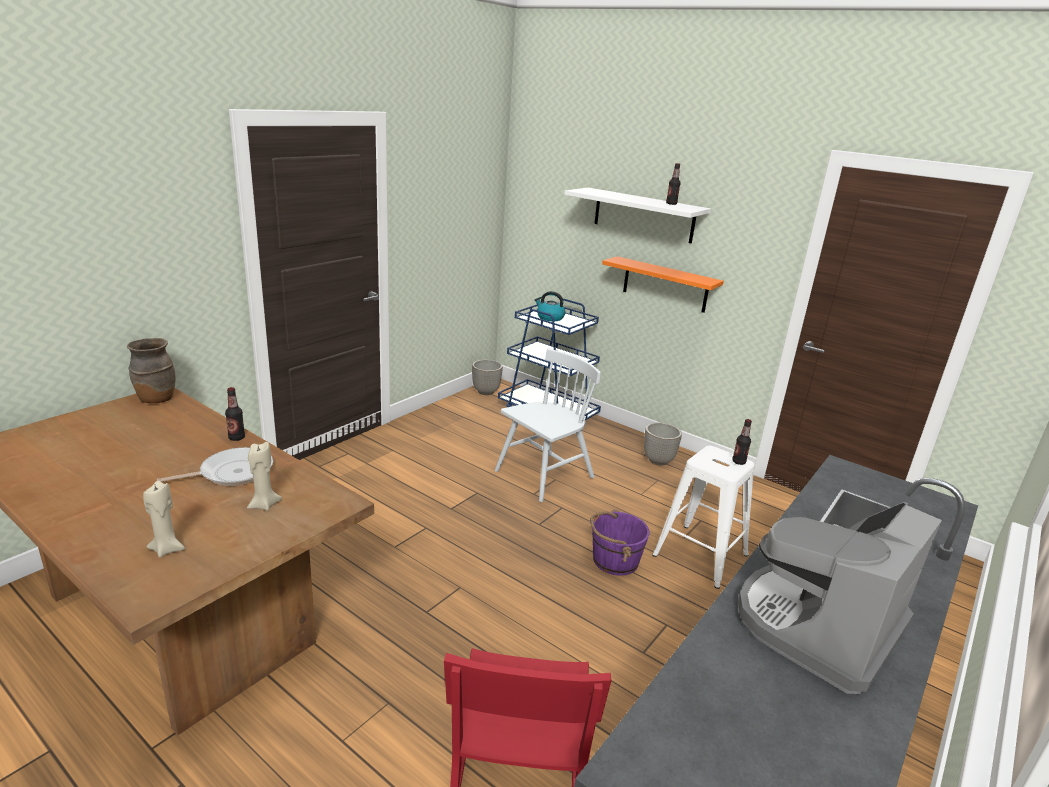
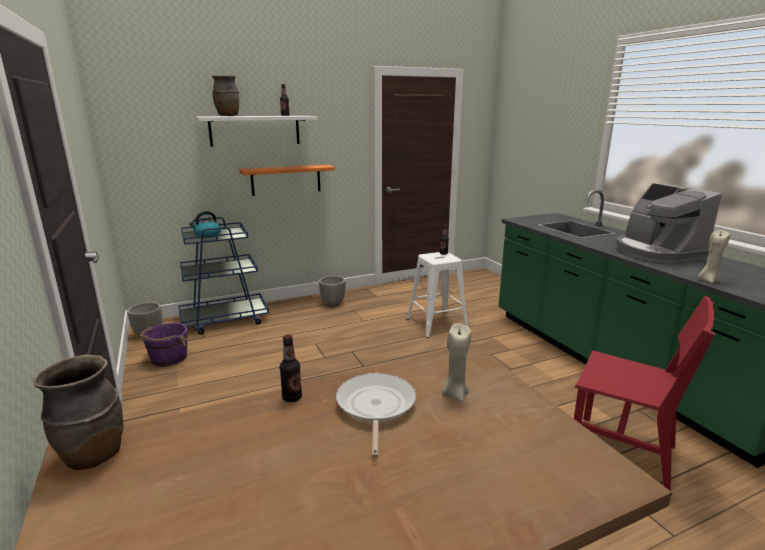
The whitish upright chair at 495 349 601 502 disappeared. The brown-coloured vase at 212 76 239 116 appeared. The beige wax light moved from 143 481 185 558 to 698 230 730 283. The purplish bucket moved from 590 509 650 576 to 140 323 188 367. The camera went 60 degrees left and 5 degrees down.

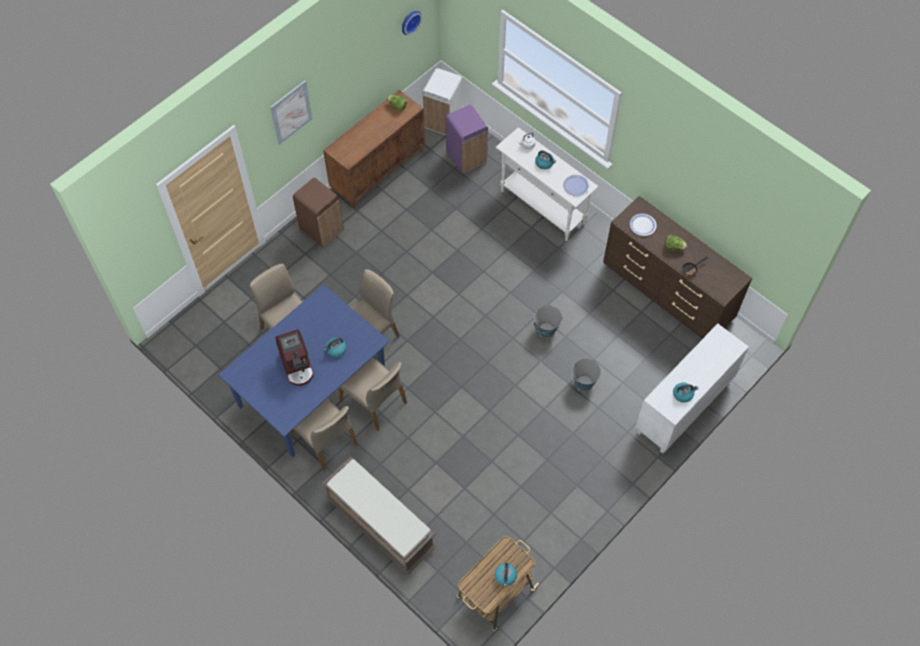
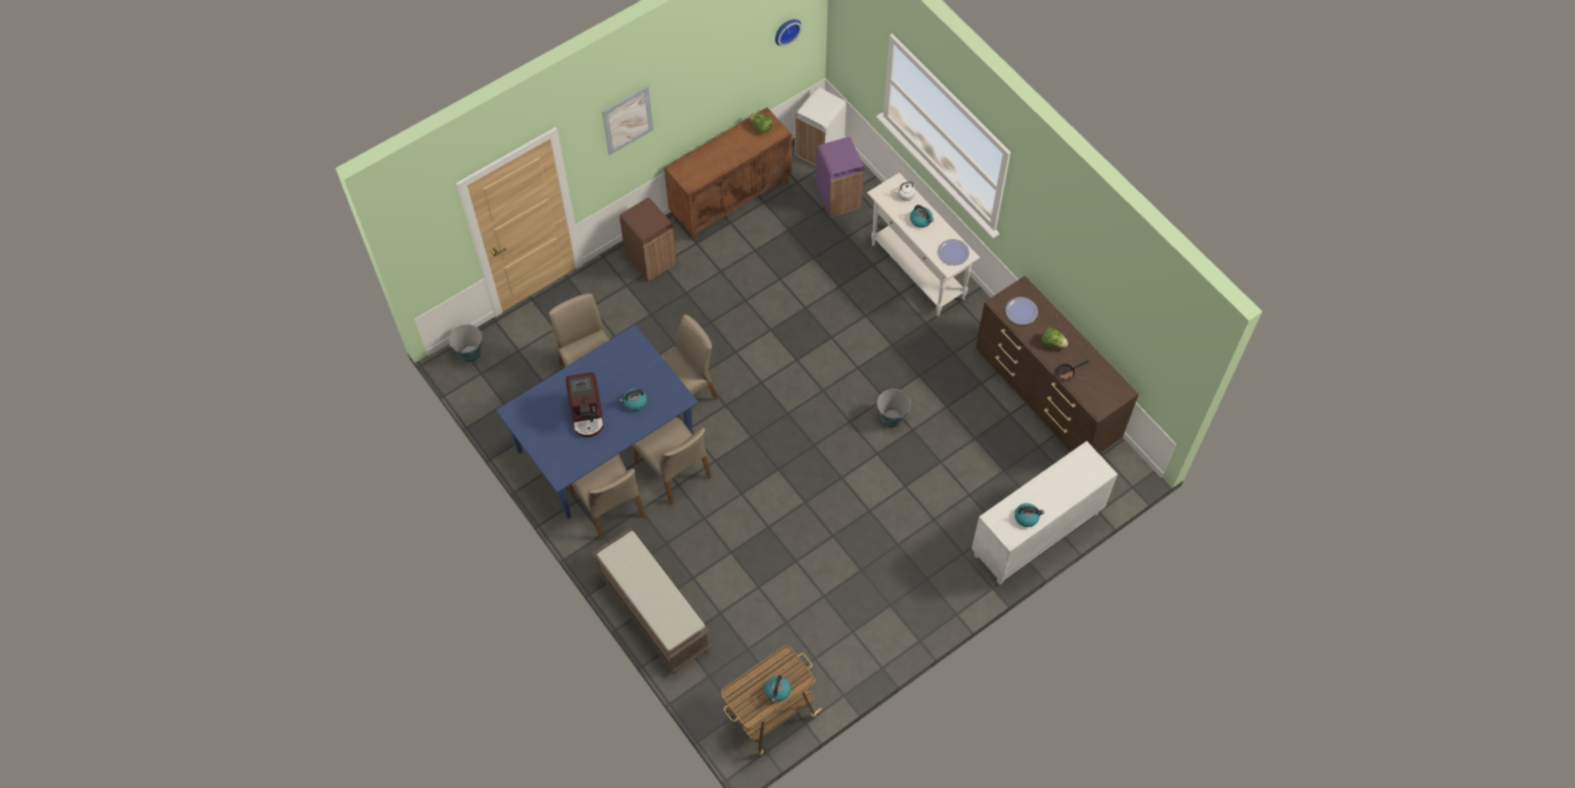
The bucket moved from 571 358 601 391 to 449 324 482 363. The camera went 10 degrees right and 0 degrees up.

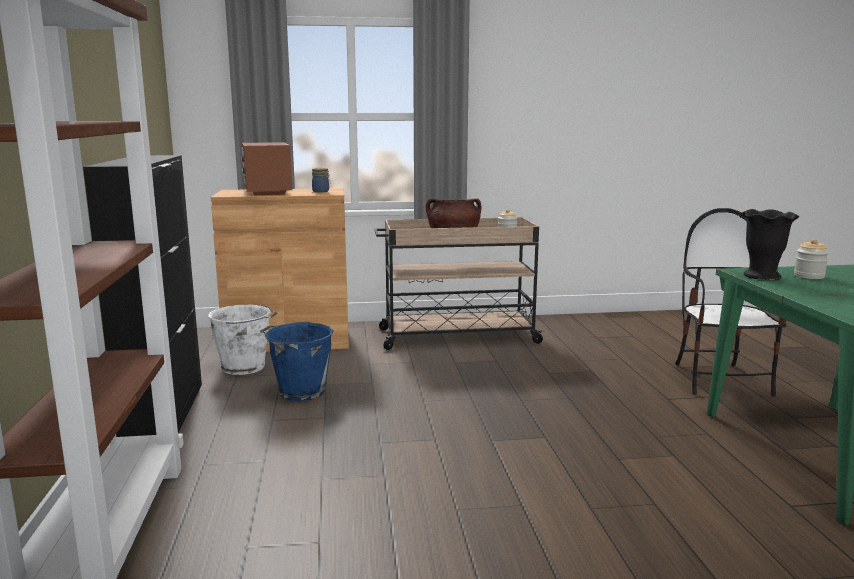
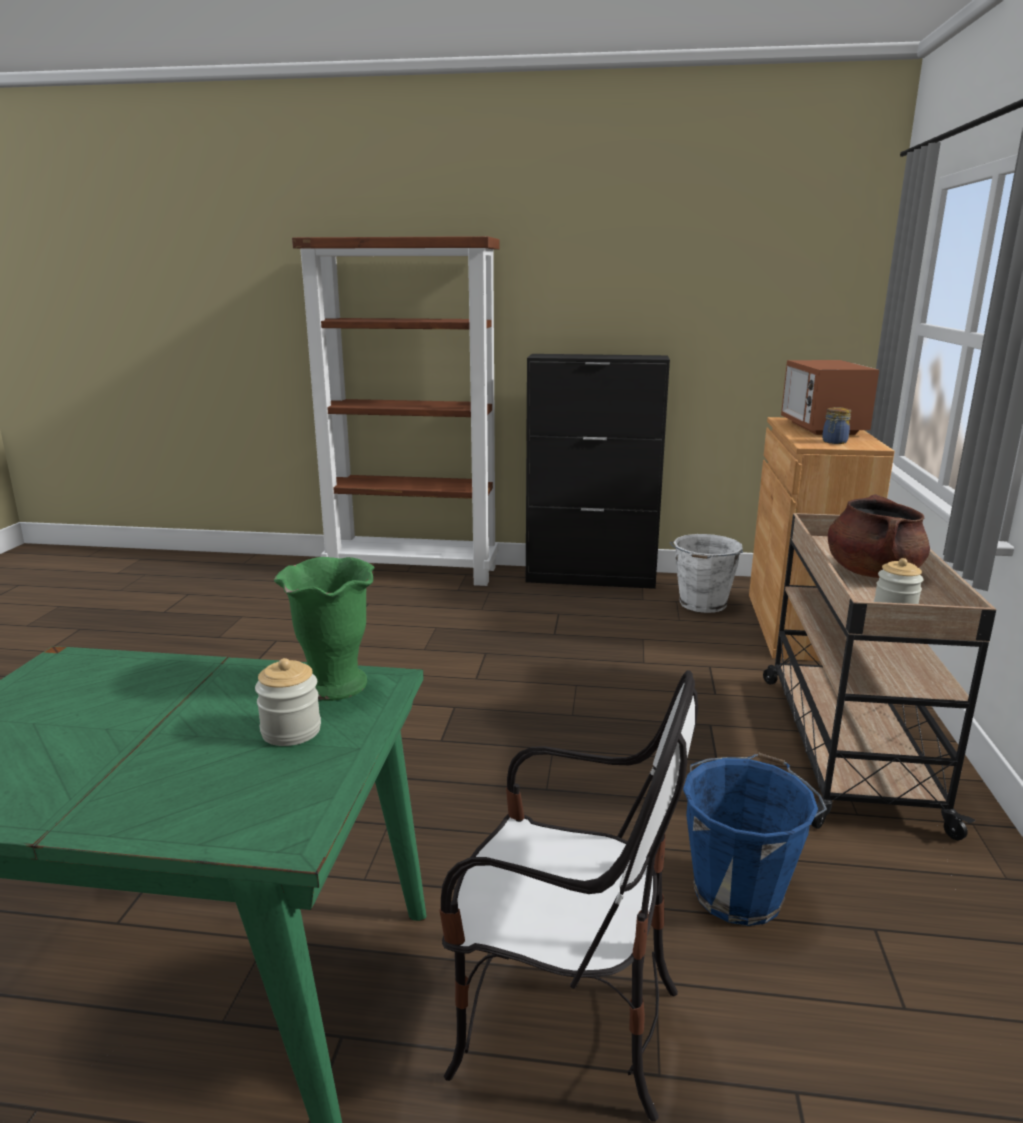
The blue-coloured bucket moved from 260 321 333 401 to 683 753 827 926. The blackish vase at 742 209 799 280 became the green vase at 274 557 374 701. The microwave at 241 142 292 195 turned 90 degrees counterclockwise. The camera went 105 degrees right and 5 degrees up.

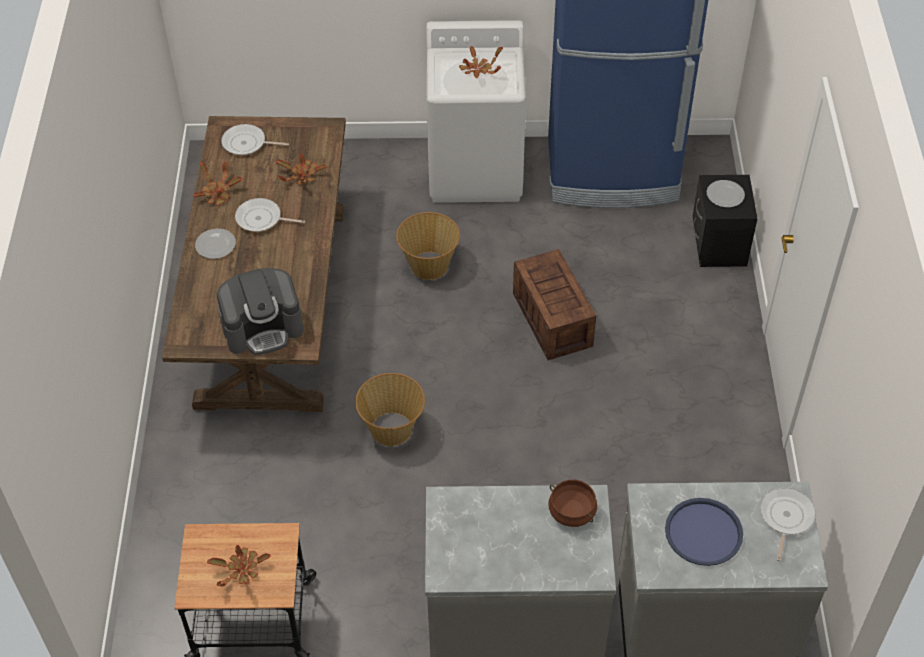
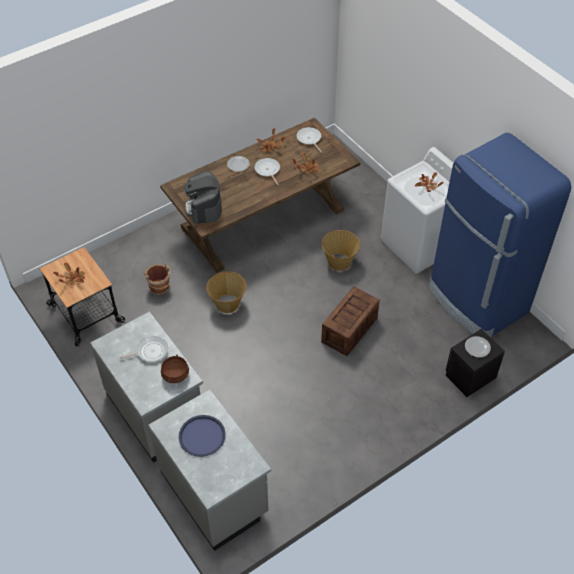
The brown-coloured bucket at 144 264 171 295 appeared. The frying pan moved from 760 488 816 561 to 120 336 168 362. The coffee machine at 217 268 304 355 turned 45 degrees clockwise. The camera went 55 degrees right and 0 degrees up.

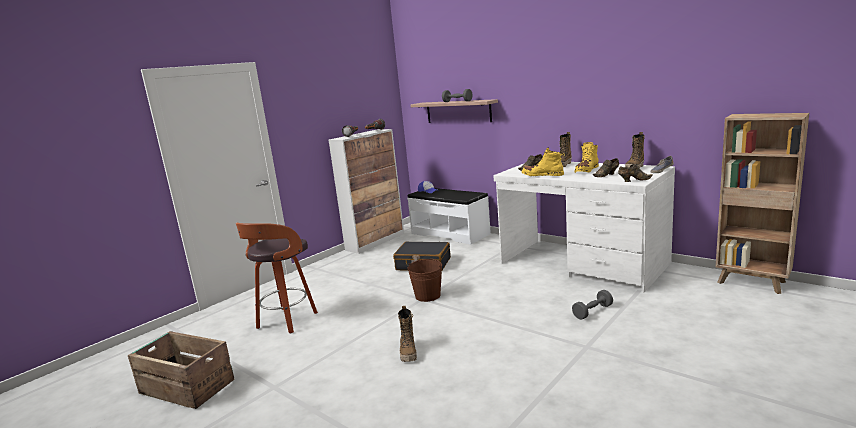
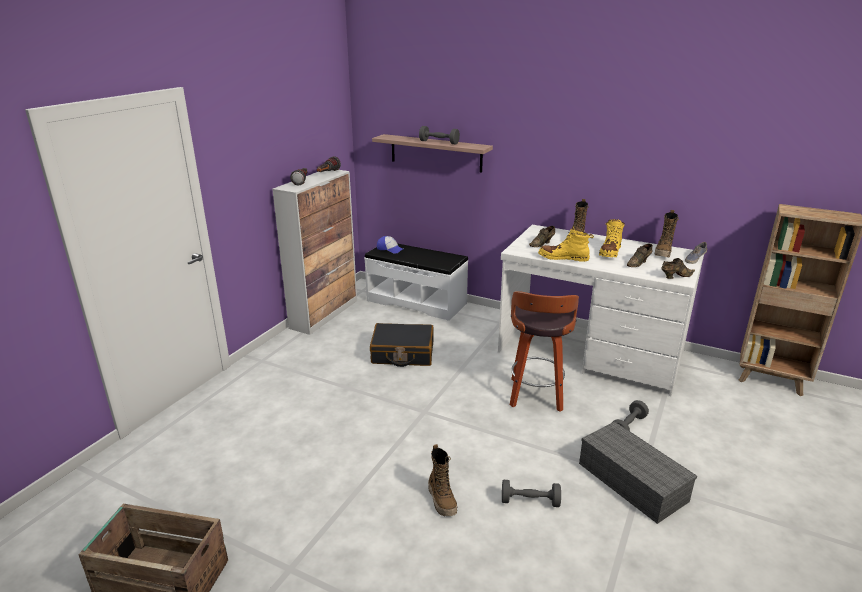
The brown-coloured bucket at 408 259 442 302 disappeared. The greyish hand weight at 502 480 561 507 appeared. The greyish storage container at 579 421 697 524 appeared. The stool seat moved from 236 222 318 333 to 510 291 579 412. The camera went 15 degrees left and 10 degrees up.

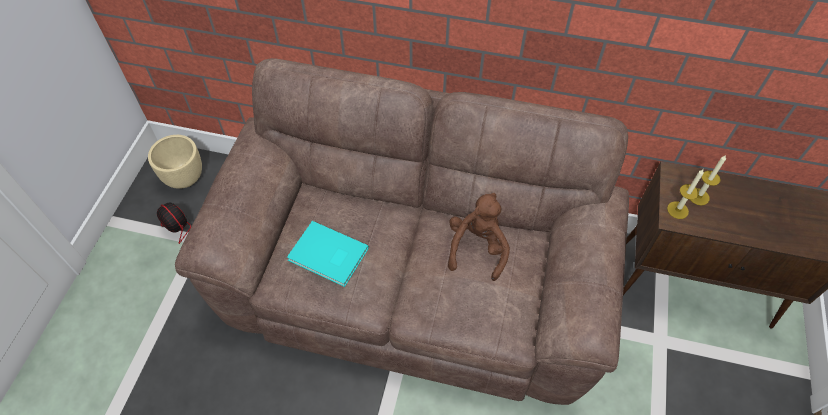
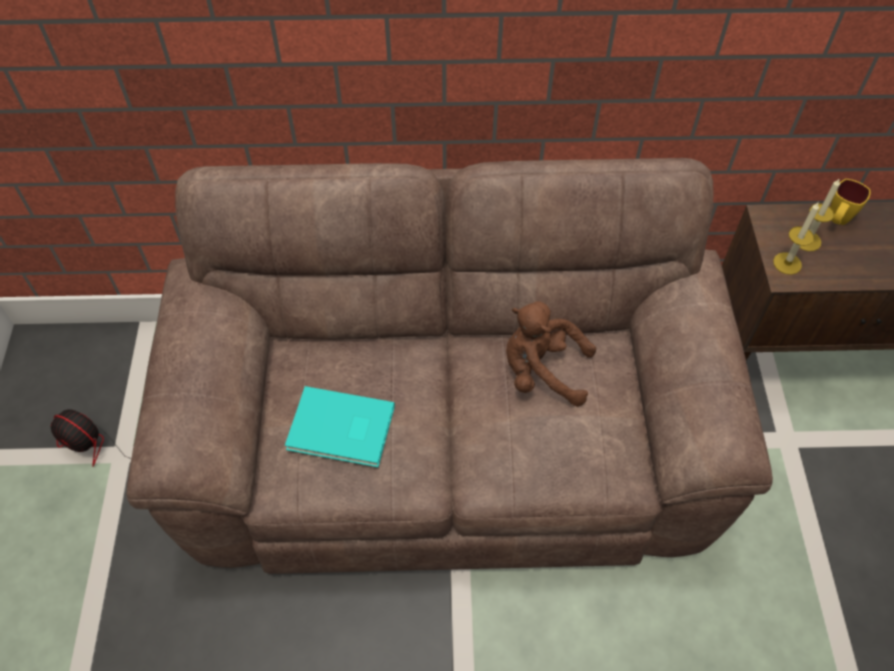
The beige planter at 148 135 202 189 disappeared. The yellow-coloured coffee mug at 830 179 871 225 appeared. The brown-coloured cuddly toy at 448 193 510 281 turned 75 degrees counterclockwise. The camera went 15 degrees left and 0 degrees up.

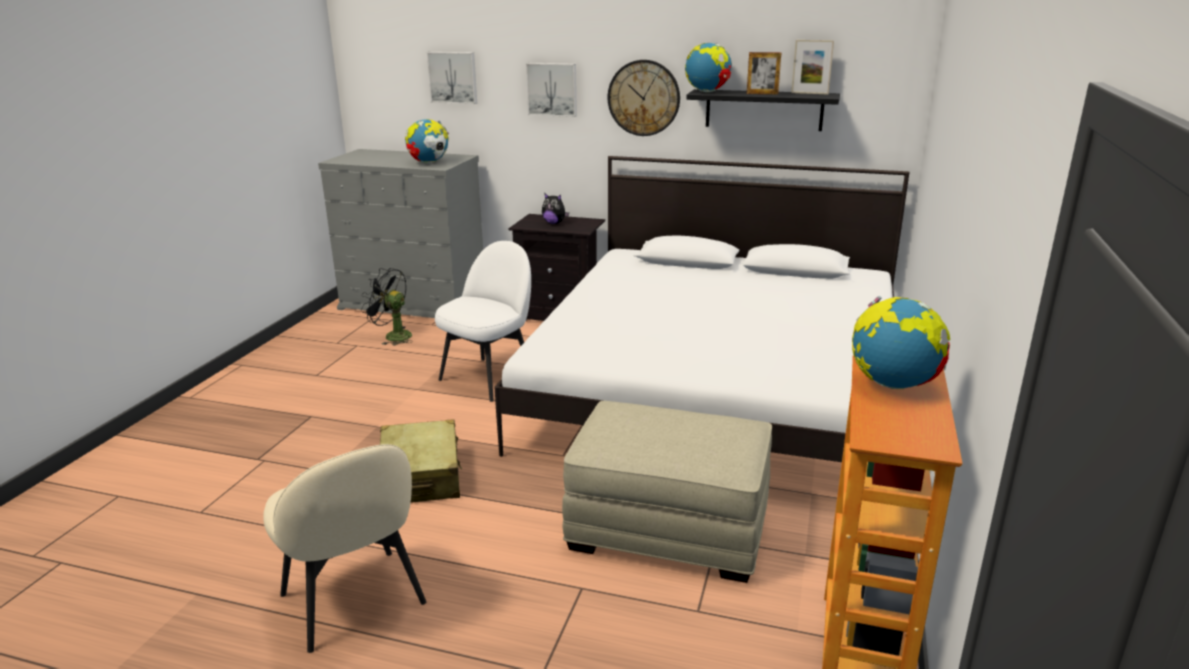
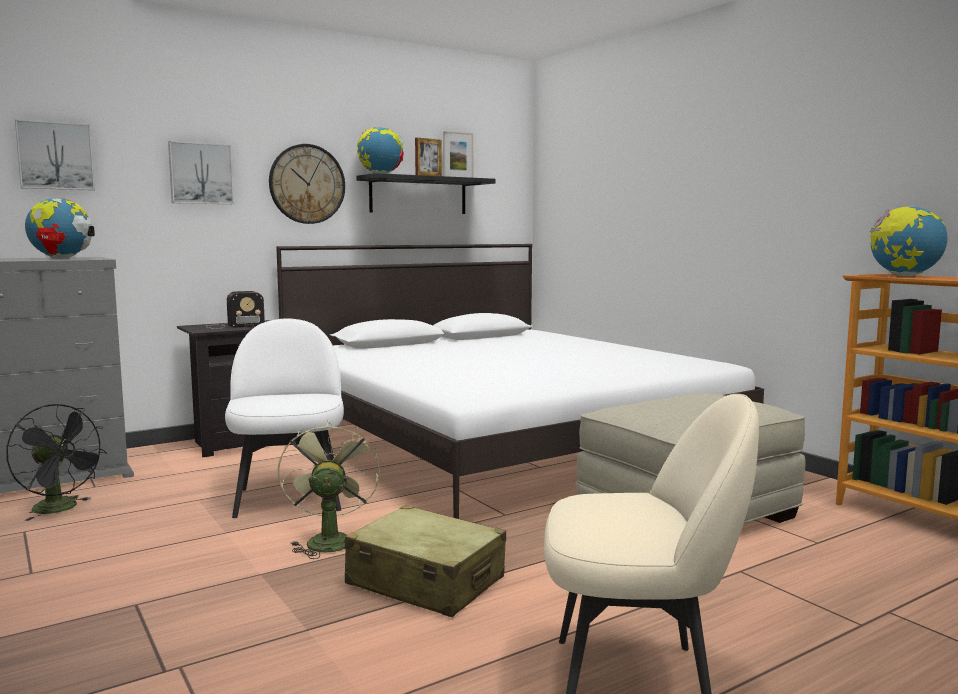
The green electric fan at 278 420 380 559 appeared. The cuddly toy at 542 194 569 224 was replaced by the radio receiver at 206 291 265 329. The blackish electric fan at 361 268 413 345 turned 120 degrees counterclockwise. The camera went 50 degrees left and 15 degrees down.

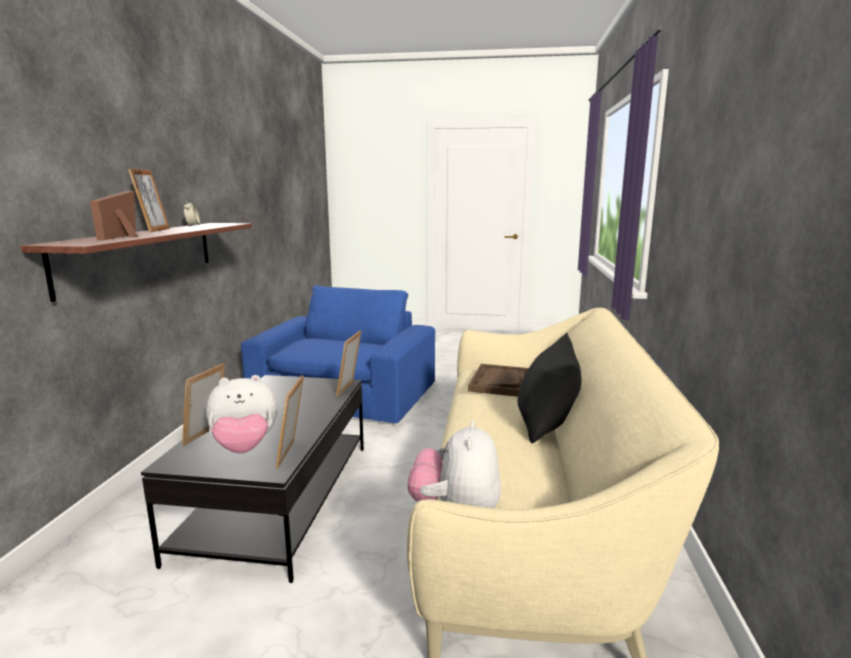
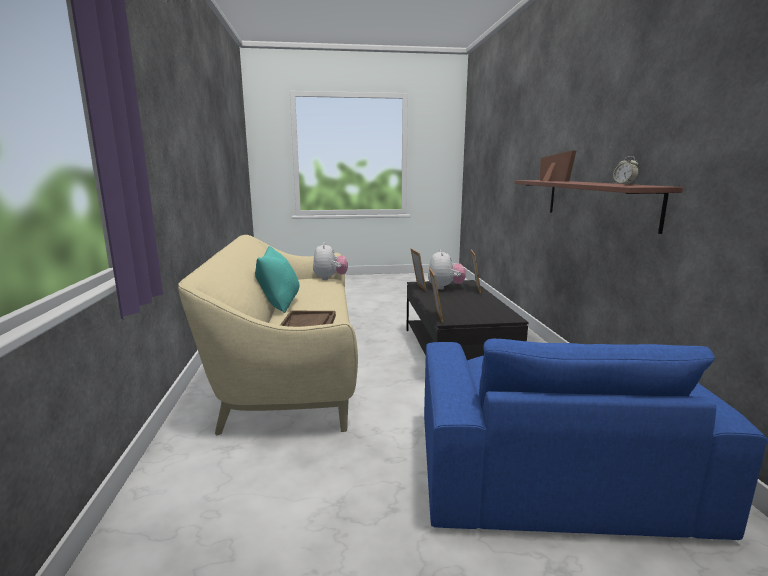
The picture frame at 128 169 170 233 disappeared. The blackish throw pillow at 517 333 582 443 became the turquoise throw pillow at 255 246 300 313. The cuddly toy at 206 375 278 453 turned 120 degrees clockwise. The camera went 165 degrees right and 0 degrees up.

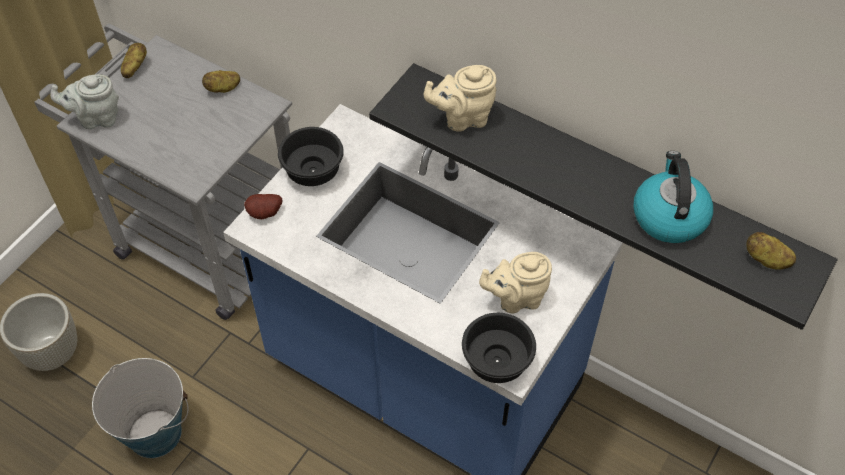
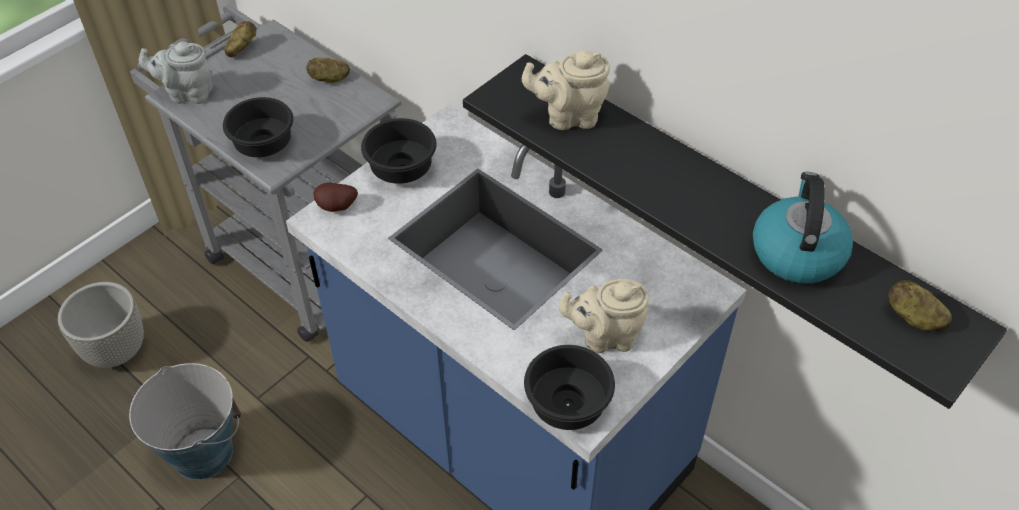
The blackish serving bowl at 223 97 293 157 appeared. The camera went 10 degrees right and 5 degrees down.

